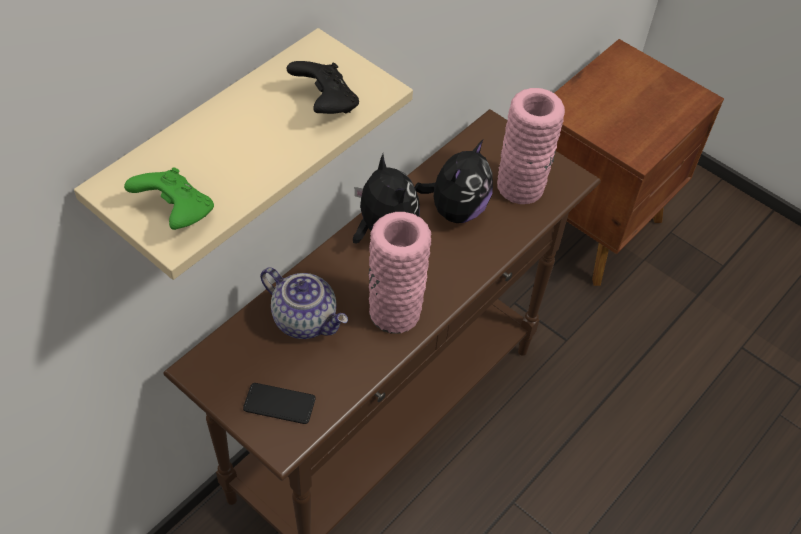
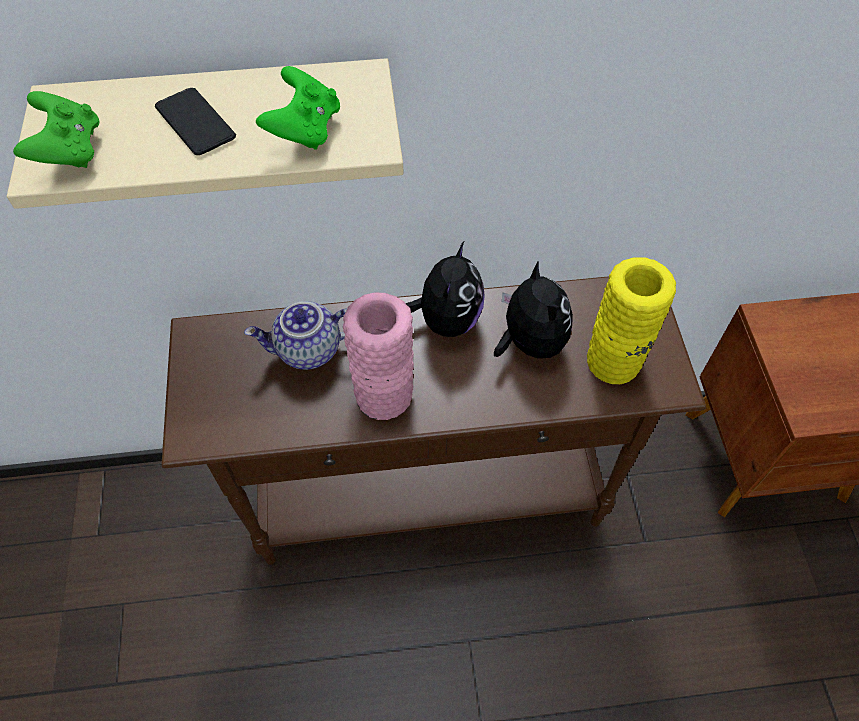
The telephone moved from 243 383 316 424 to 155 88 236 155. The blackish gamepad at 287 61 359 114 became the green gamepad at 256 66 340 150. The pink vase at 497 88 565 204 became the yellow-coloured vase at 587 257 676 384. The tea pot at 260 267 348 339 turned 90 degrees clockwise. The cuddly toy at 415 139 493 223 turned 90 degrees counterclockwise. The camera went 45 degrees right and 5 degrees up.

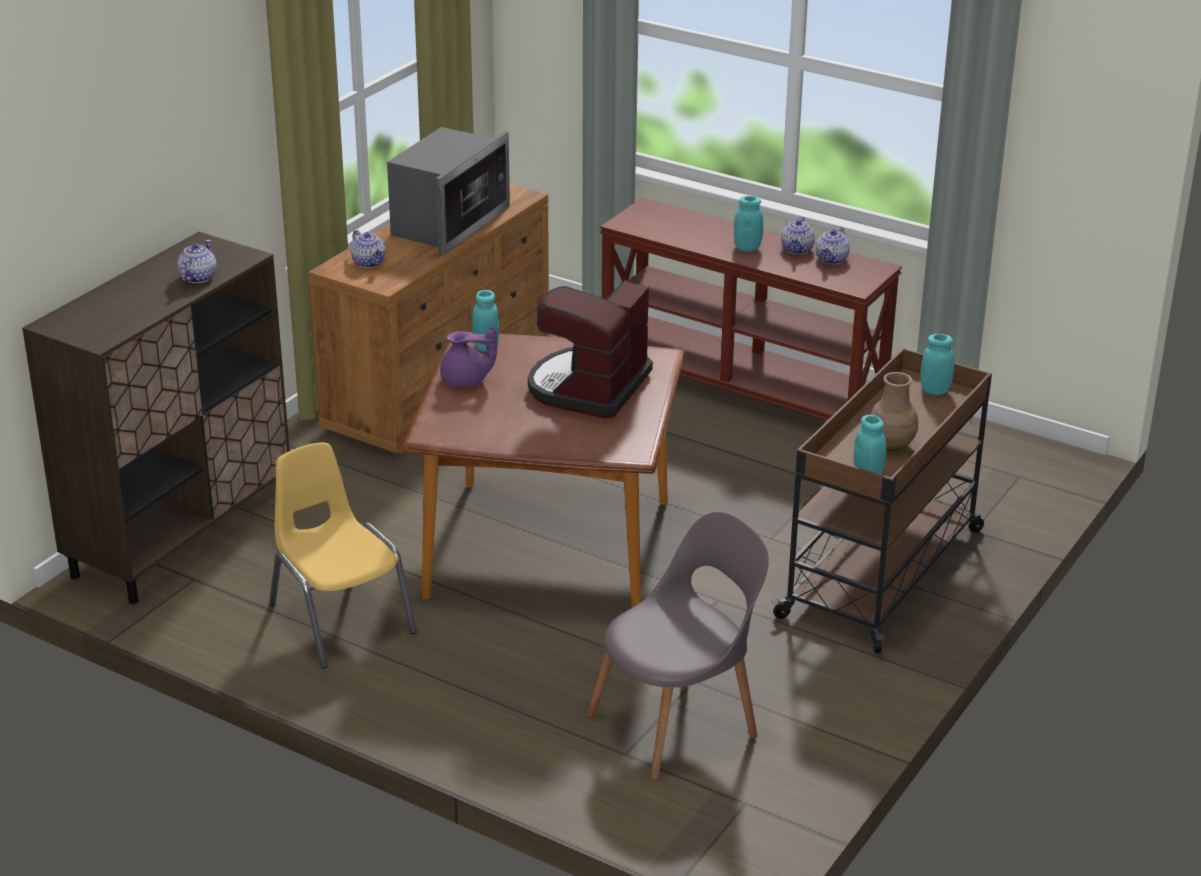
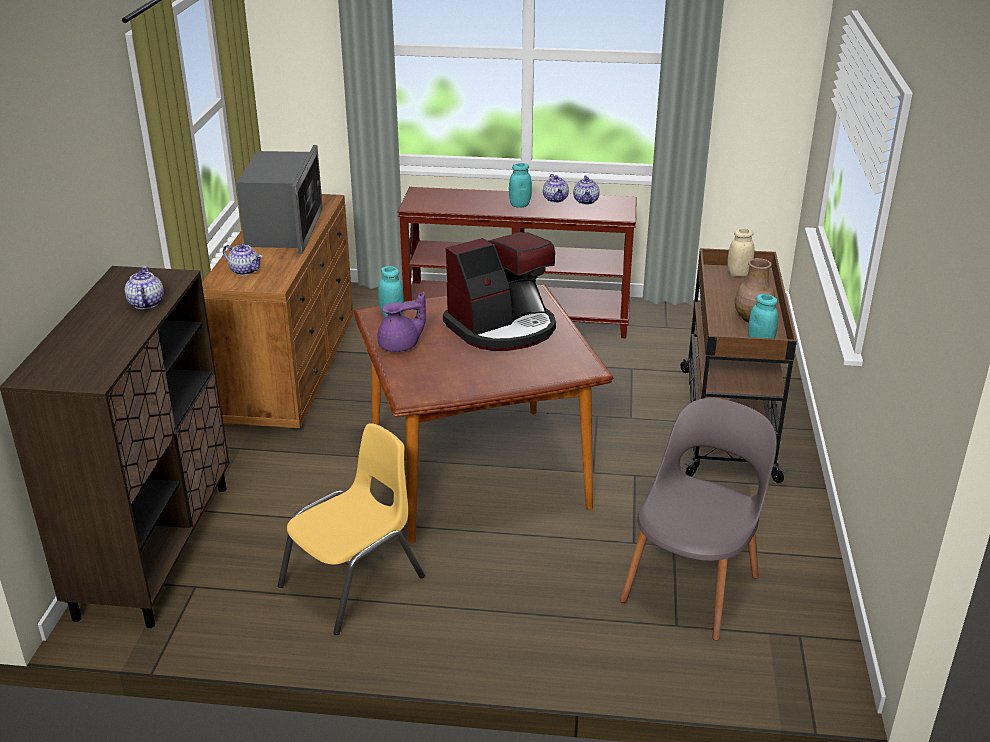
The turquoise jar at 920 334 955 395 became the beige jar at 727 228 755 277. The yellow-coloured upright chair at 269 443 417 669 turned 105 degrees clockwise. The coffee machine at 528 280 653 419 turned 120 degrees counterclockwise. The camera went 25 degrees left and 0 degrees up.

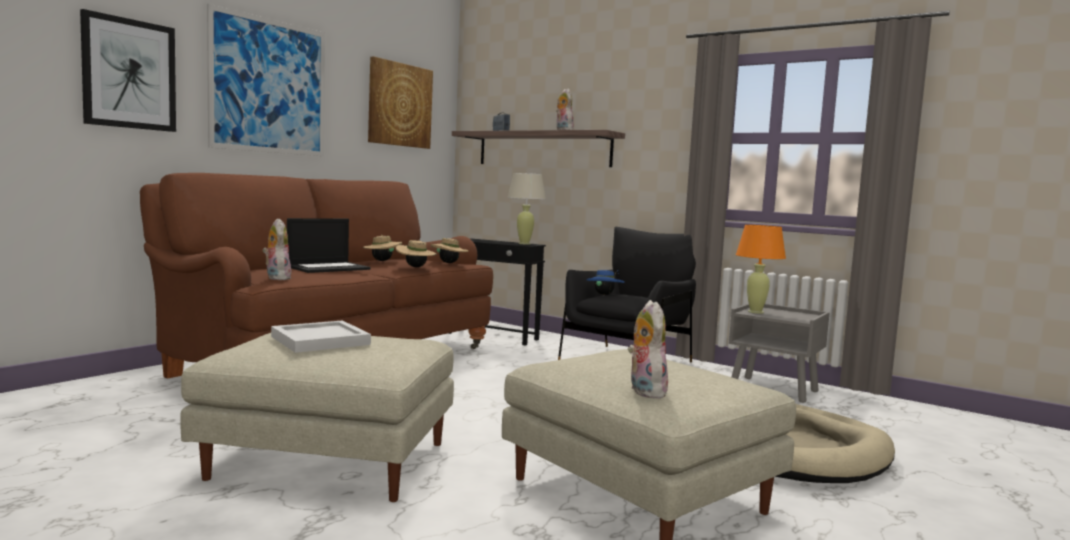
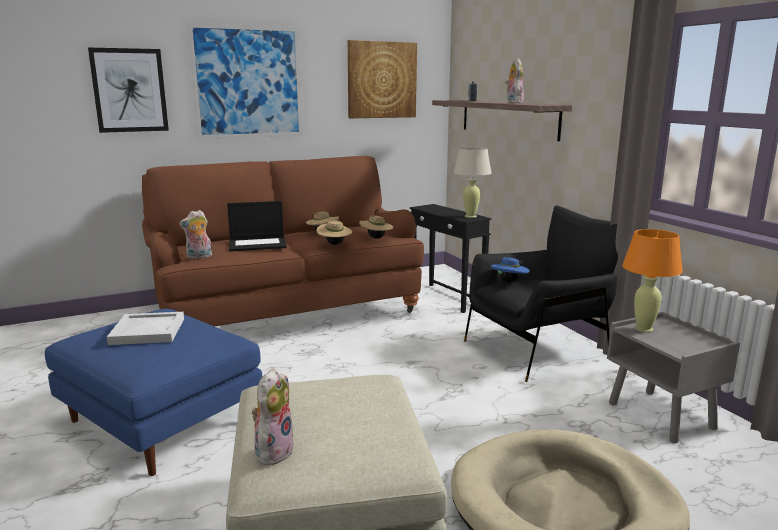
The beige pouffe at 180 333 454 502 became the blue-coloured pouffe at 45 309 262 476. The cuddly toy at 262 219 291 280 turned 120 degrees counterclockwise. The camera went 30 degrees right and 10 degrees up.

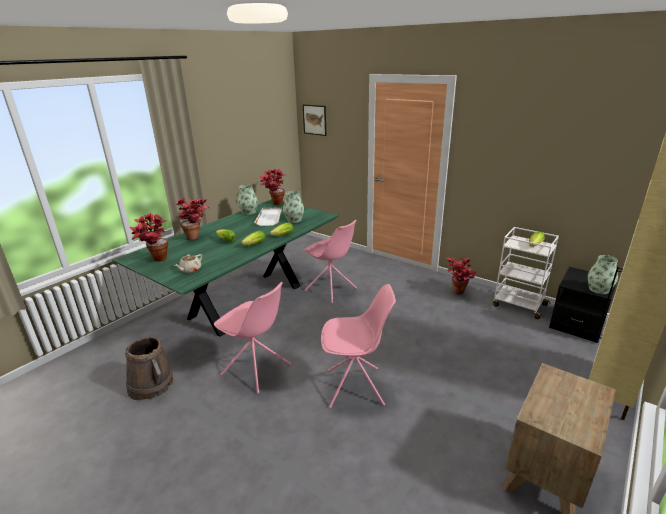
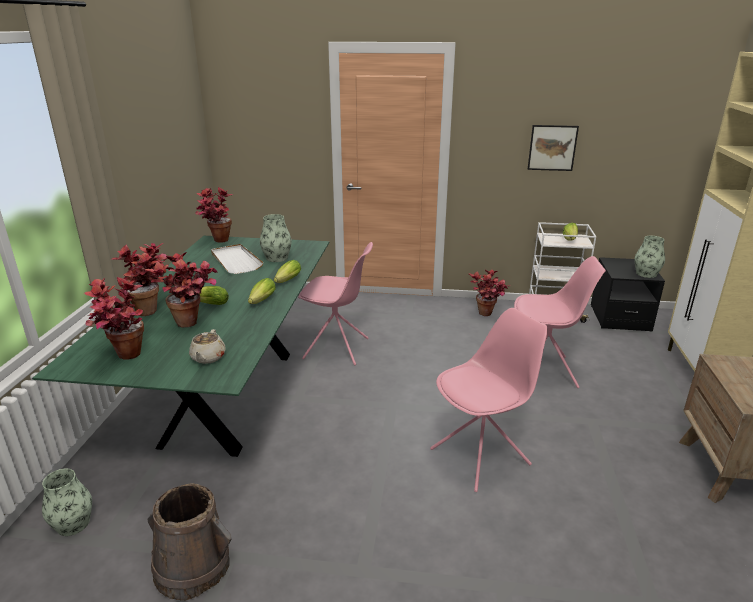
The houseplant at 145 252 218 327 appeared. The pink upright chair moved from 214 282 291 394 to 514 256 606 388. The vase moved from 238 185 258 215 to 42 469 92 536. The wall art moved from 303 104 326 136 to 528 125 579 171. The camera went 30 degrees left and 0 degrees up.

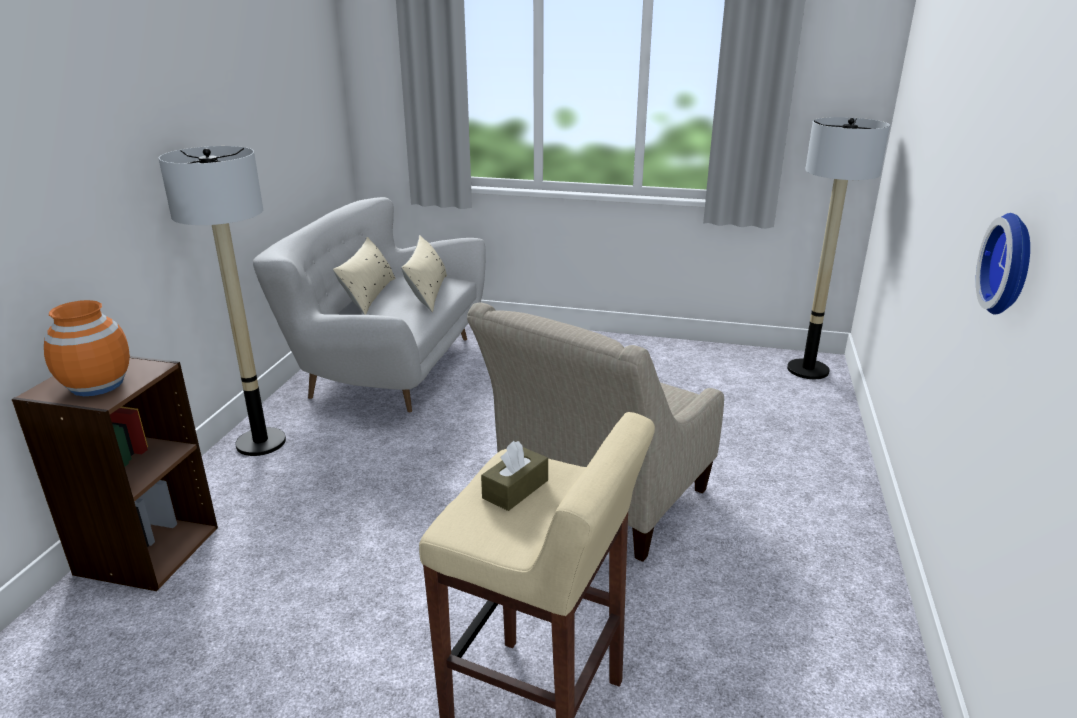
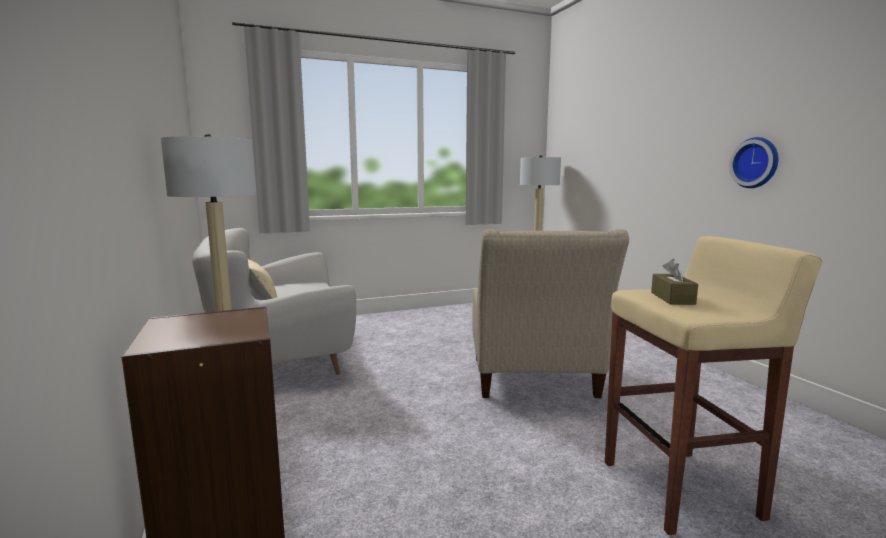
The orange vase at 44 300 130 396 disappeared. The beige throw pillow at 401 235 447 312 disappeared. The camera went 35 degrees left and 15 degrees down.

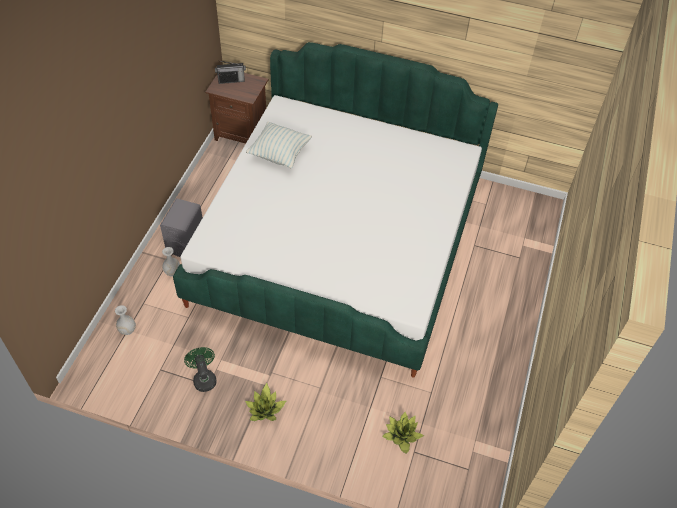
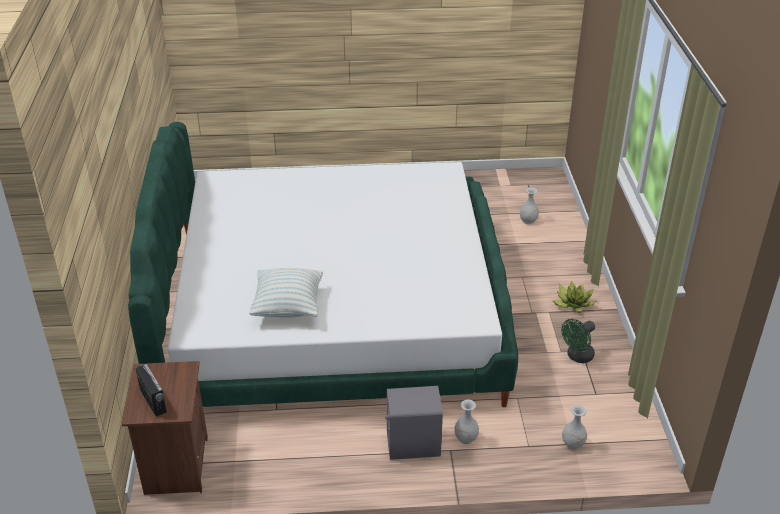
The houseplant at 382 412 424 453 was replaced by the whitish vase at 520 187 539 224. The camera went 110 degrees left and 15 degrees down.

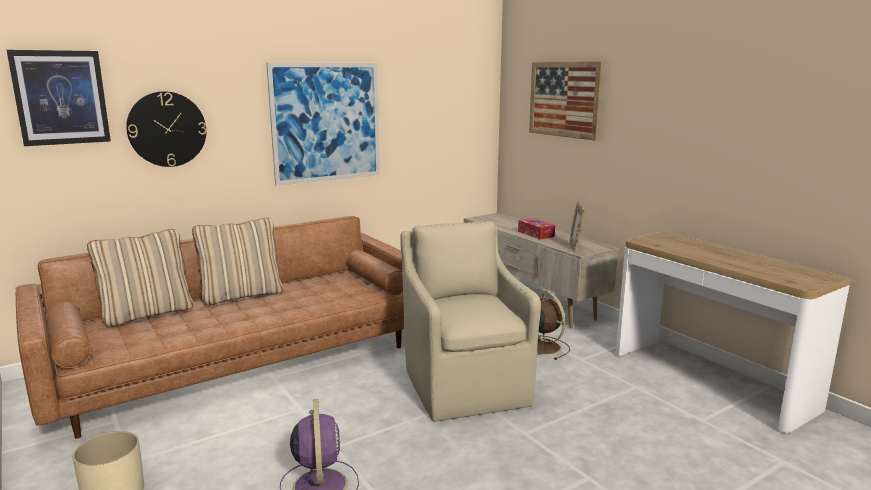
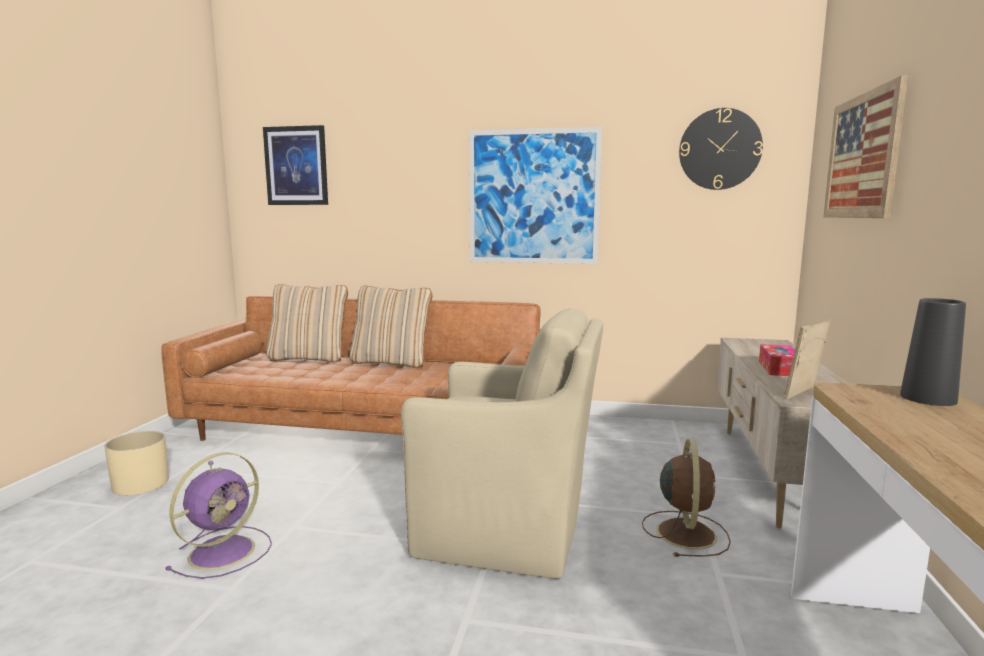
The blackish vase at 900 298 966 406 appeared. The hanging clock moved from 126 91 206 167 to 679 108 763 190. The beige armchair at 400 221 541 421 turned 75 degrees clockwise. The camera went 45 degrees right and 5 degrees down.

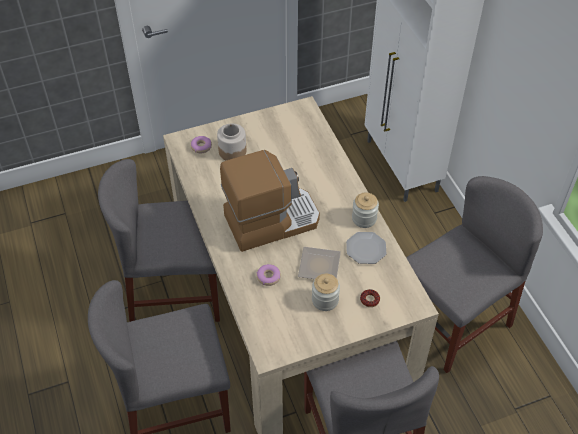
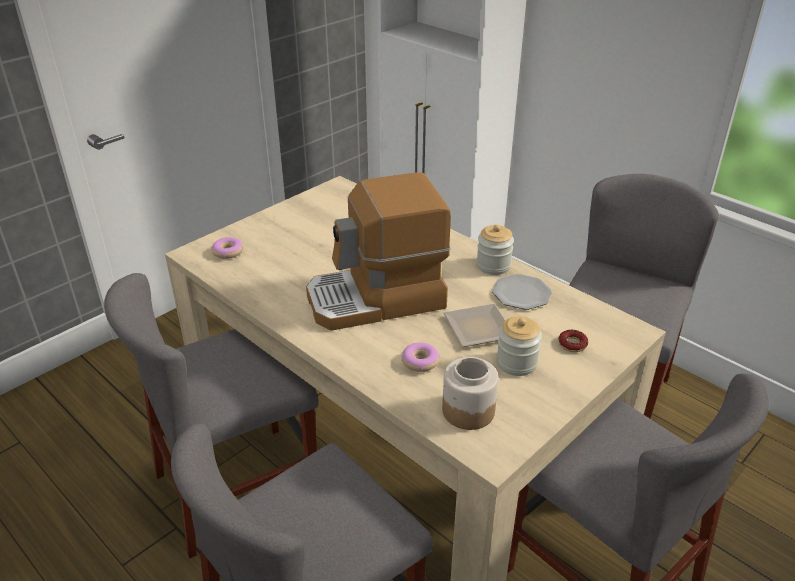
The jar moved from 217 123 247 160 to 442 357 498 430. The coffee machine at 220 150 320 252 turned 150 degrees counterclockwise. The camera went 25 degrees left and 15 degrees down.

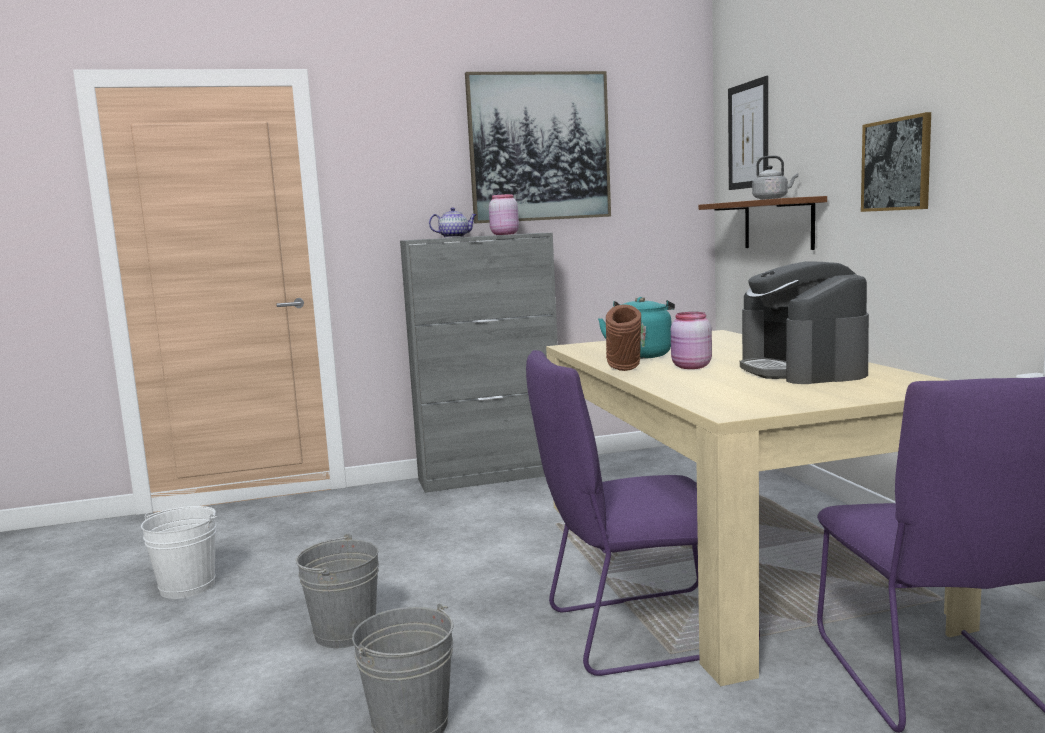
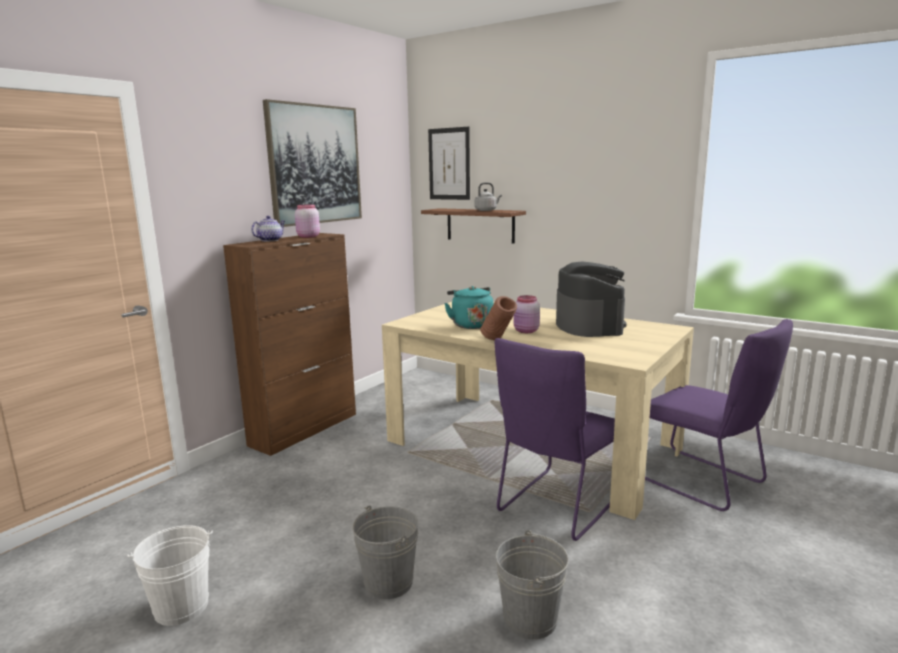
The wall art at 861 112 931 212 disappeared. The greyish cupboard at 400 233 558 493 became the brown-coloured cupboard at 223 233 356 456. The coffee machine at 740 261 869 384 turned 135 degrees counterclockwise. The camera went 40 degrees left and 5 degrees up.

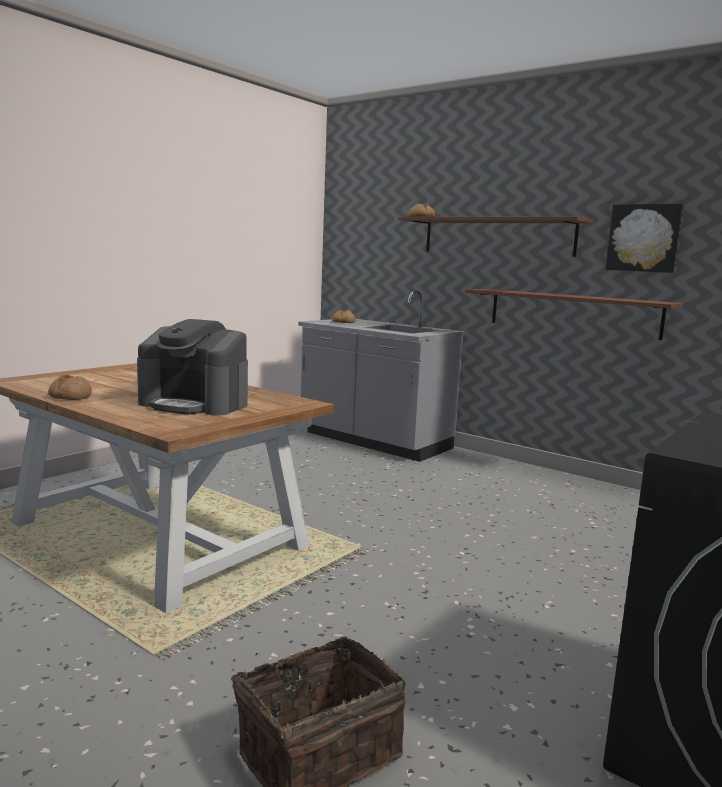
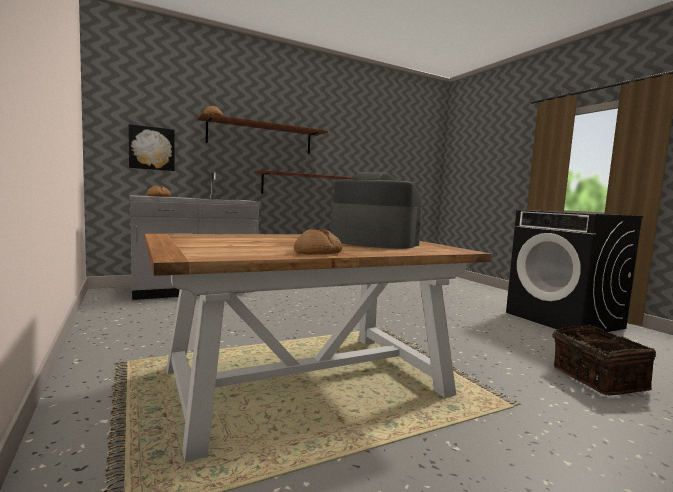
The wall art moved from 605 204 683 273 to 128 124 175 171. The coffee machine at 137 319 248 416 turned 105 degrees counterclockwise. The camera went 65 degrees left and 5 degrees down.

